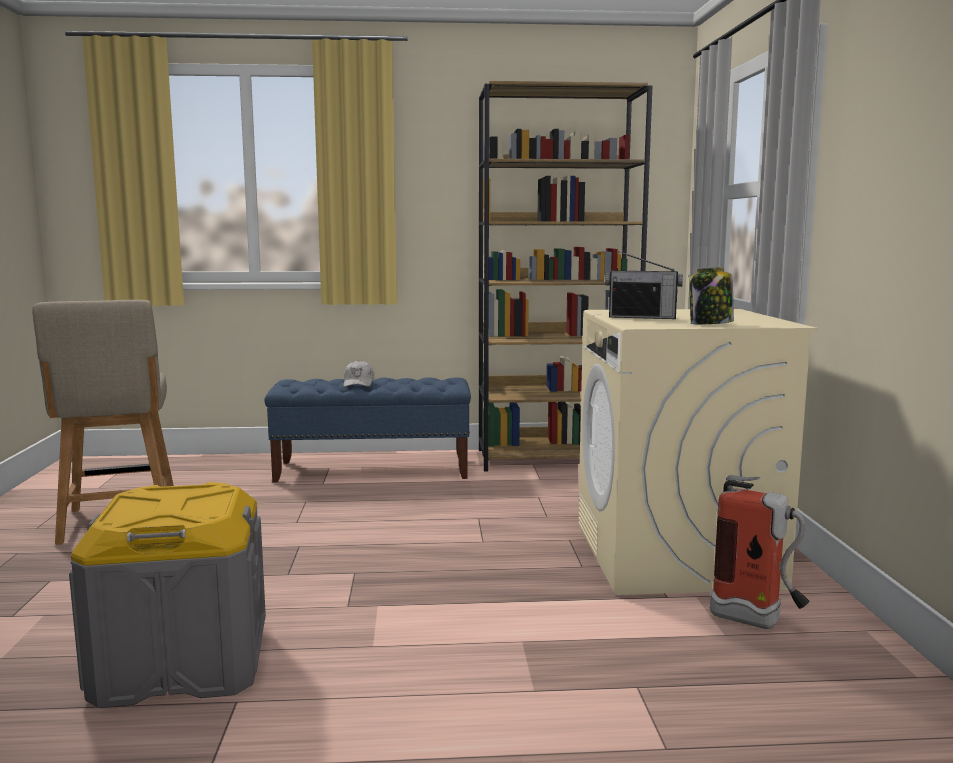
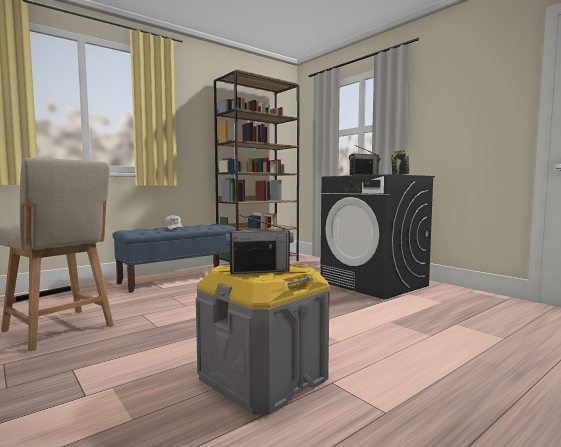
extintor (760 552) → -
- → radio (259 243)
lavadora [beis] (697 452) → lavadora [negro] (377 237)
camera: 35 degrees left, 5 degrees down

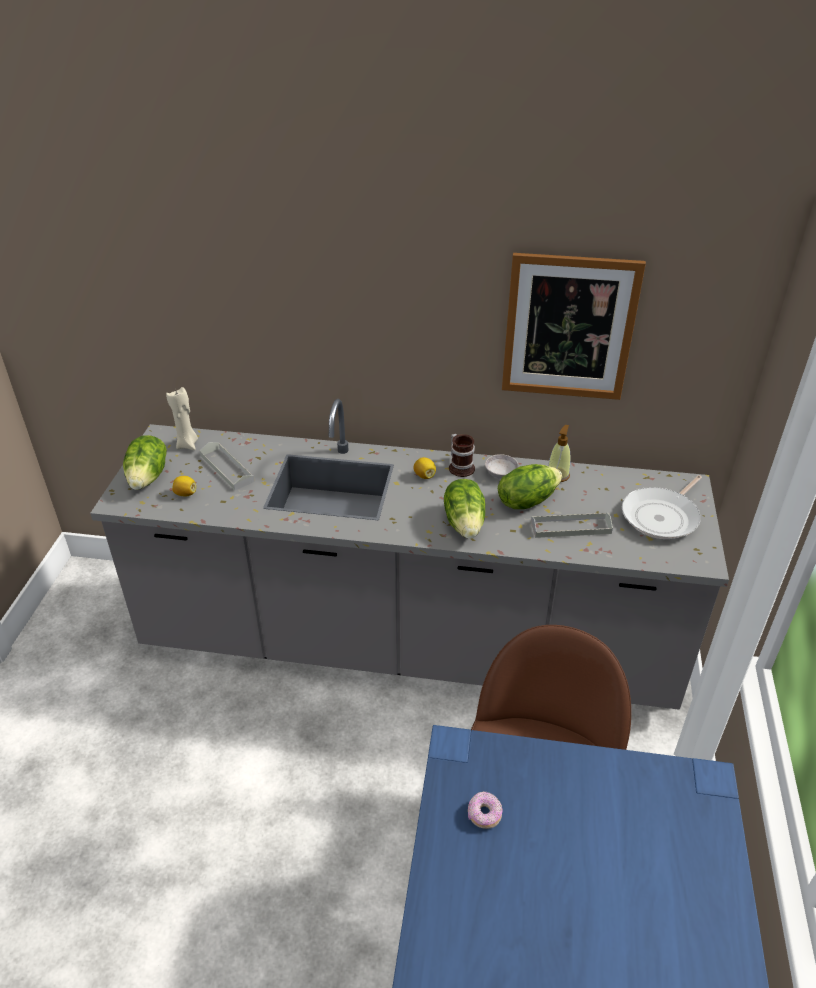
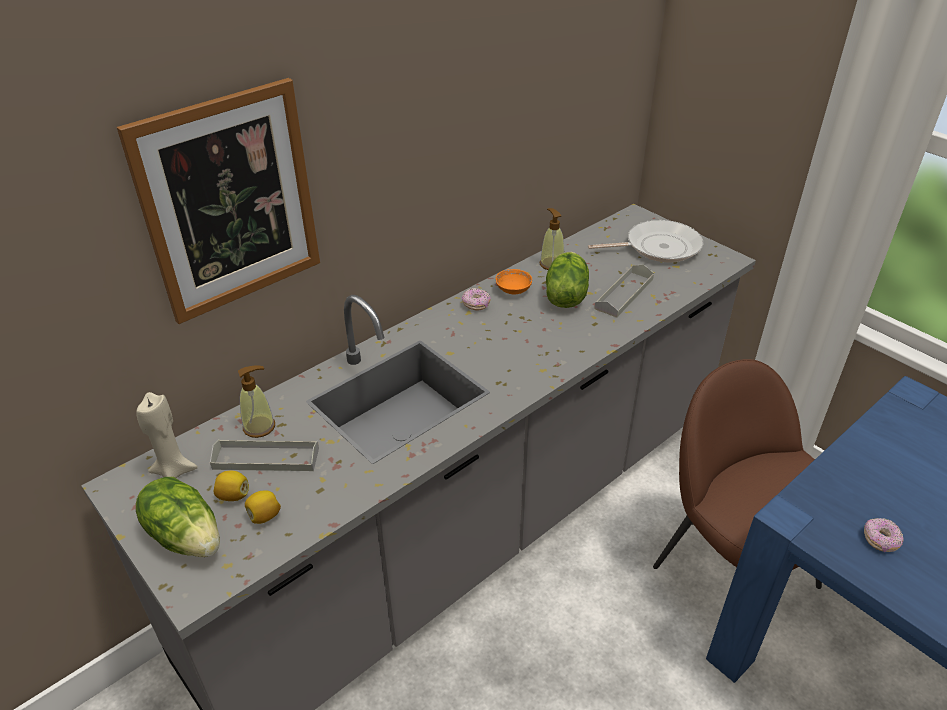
lechuga (464 509) → -
- → dispensador de jabón (256 401)
limón (425 468) → limón (231 486), moved
cuadro (574 326) → cuadro (218 201), moved
taza grande (462 455) → rosquilla (476 299)
cuenco [gris] (501 466) → cuenco [naranja] (513 281)
sartén (662 507) → sartén (646 241), 90 degrees counterclockwise
camera: 50 degrees left, 0 degrees up

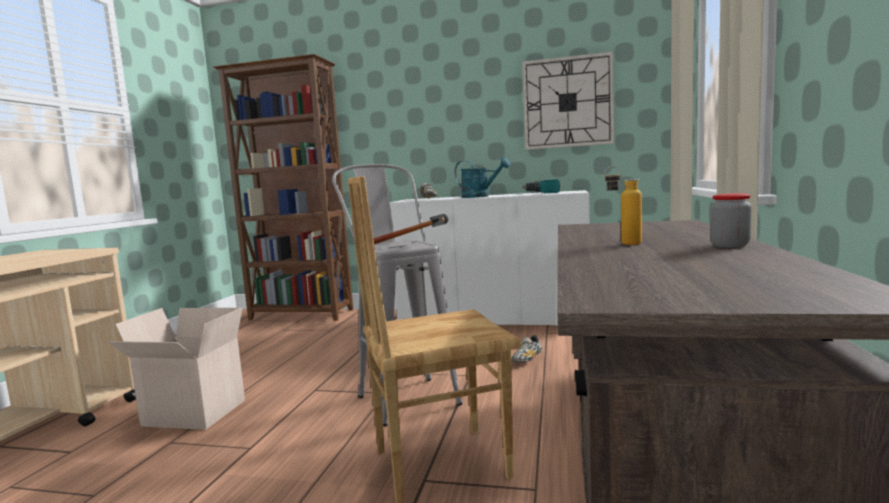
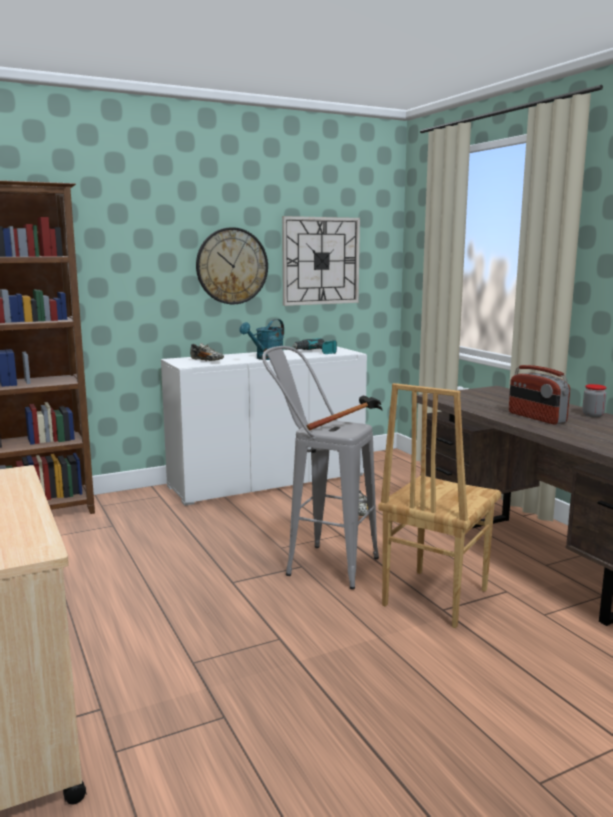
caja de cartón (176 368) → -
- → reloj de pared (232 265)
botella (623 205) → radio (539 395)
regadera [turquesa] (482 177) → regadera [turquesa] (262 339), 135 degrees clockwise
camera: 40 degrees left, 5 degrees up

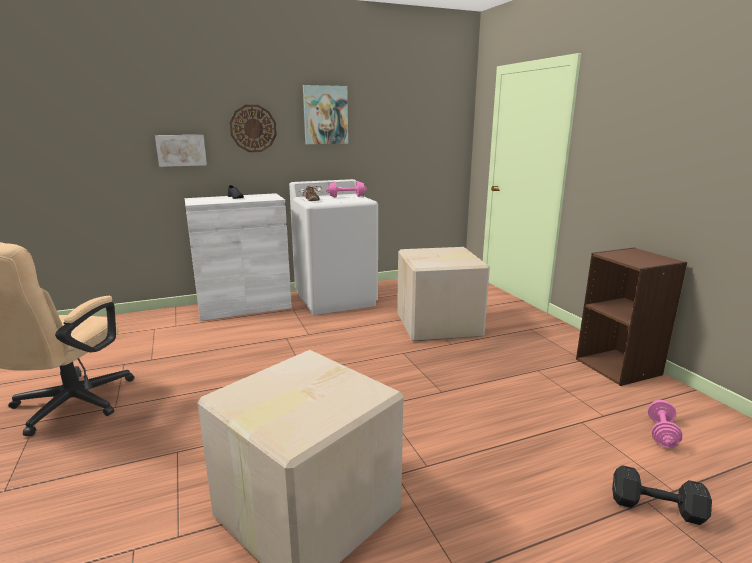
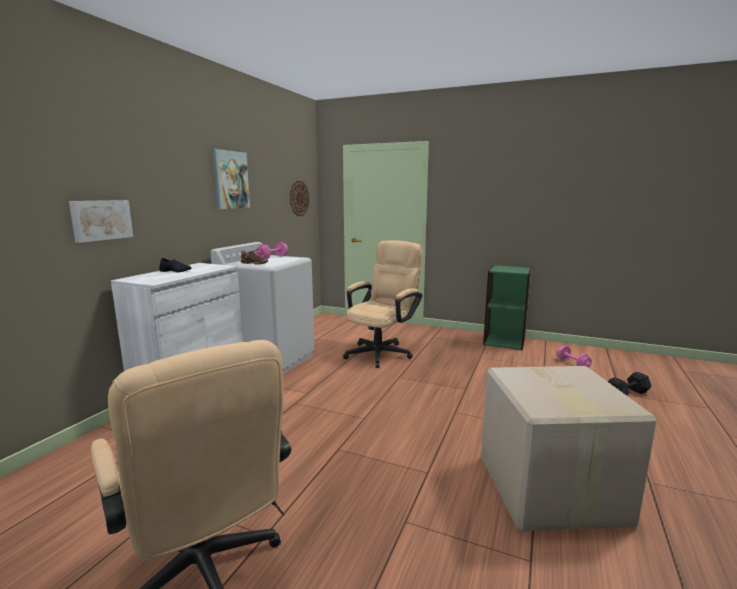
reloj de pared (253 128) → reloj de pared (299 198), moved
caja de cartón (443 294) → silla de oficina [beis] (383 304)
estantería [marrón] (631 317) → estantería [verde] (507 307)
camera: 45 degrees left, 5 degrees down

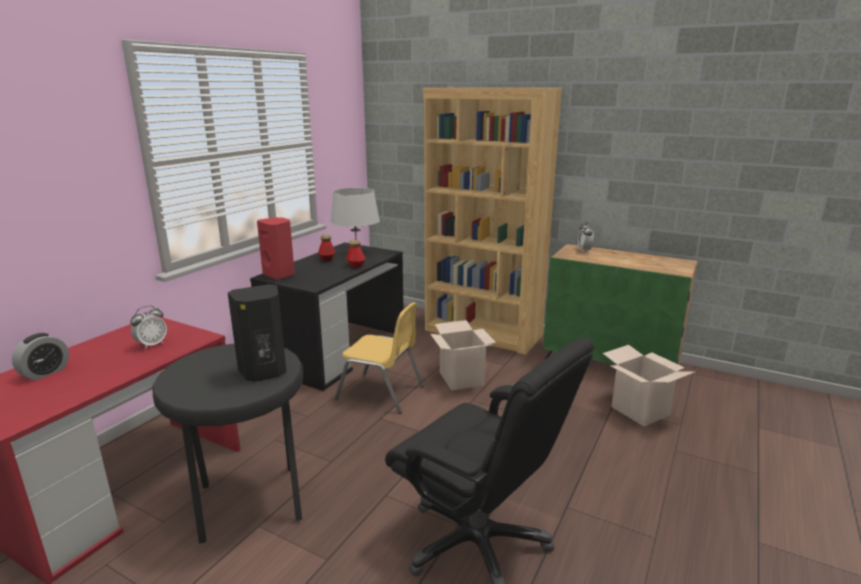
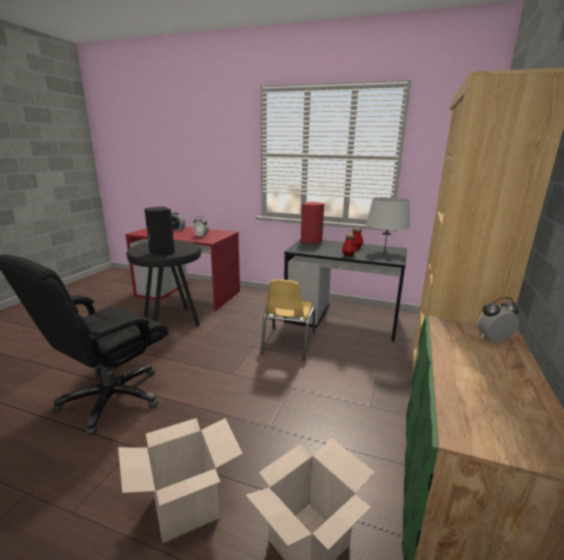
caja de cartón (463 355) → caja de cartón (180 480), moved
camera: 80 degrees right, 0 degrees up

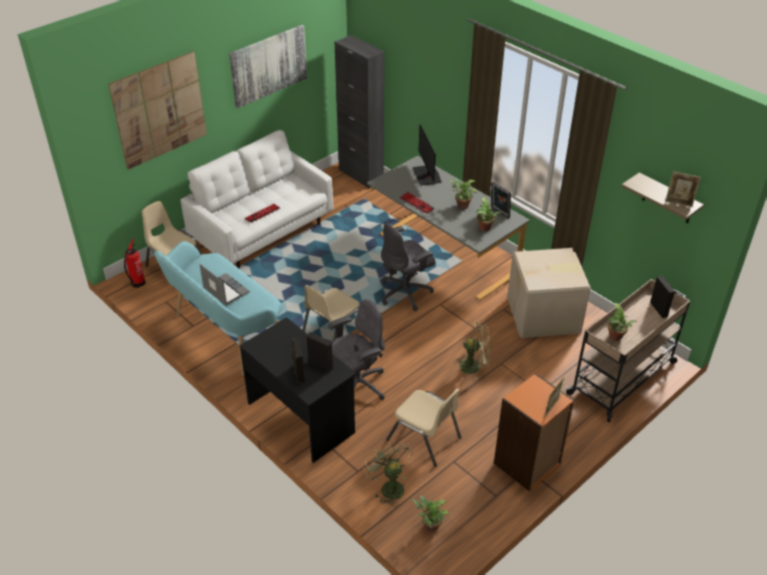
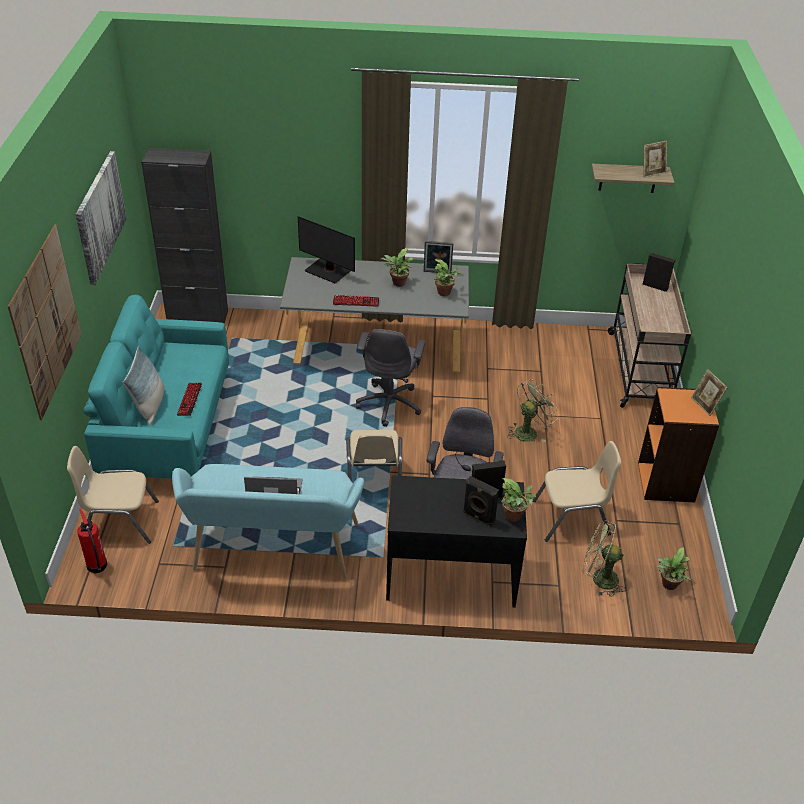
caja de cartón (549 293) → -
- → cojín (144 386)
planta en maceta (622 322) → planta en maceta (518 500), moved
sofá [blanco] (256 199) → sofá [turquesa] (156 386)
camera: 45 degrees left, 0 degrees up

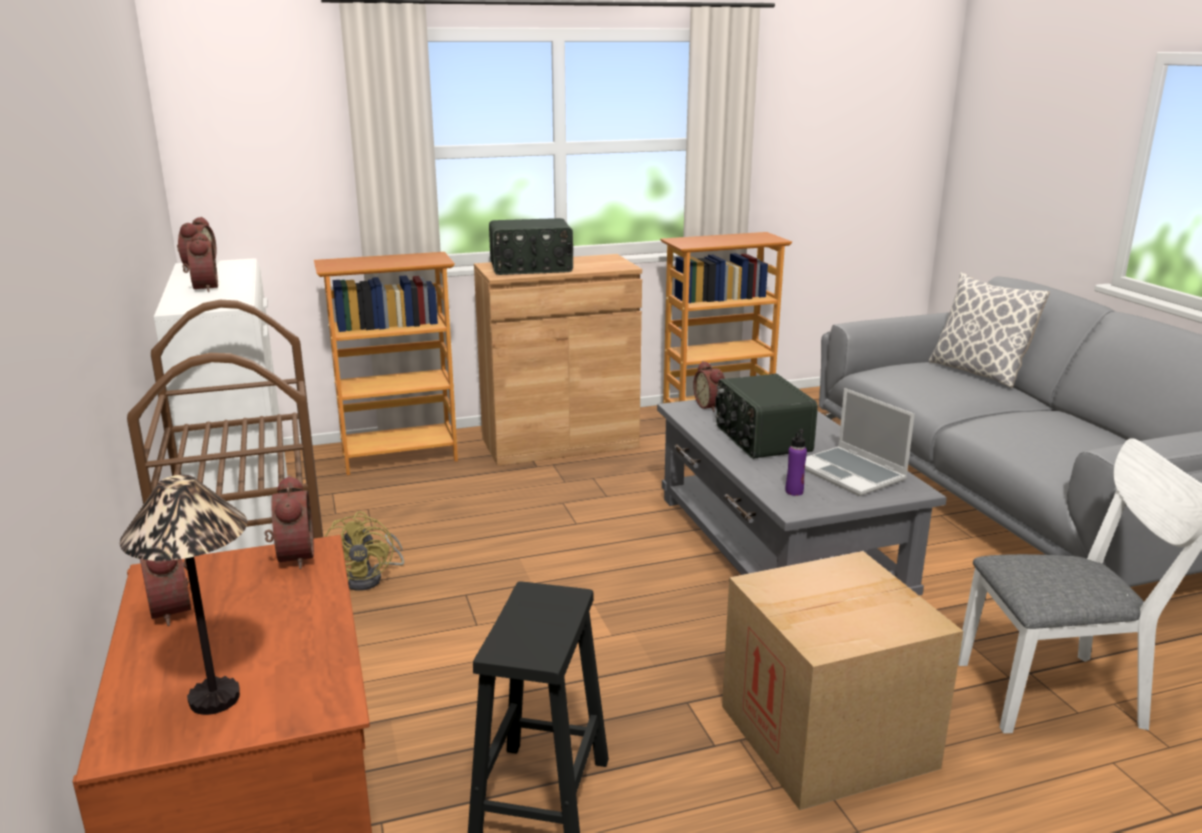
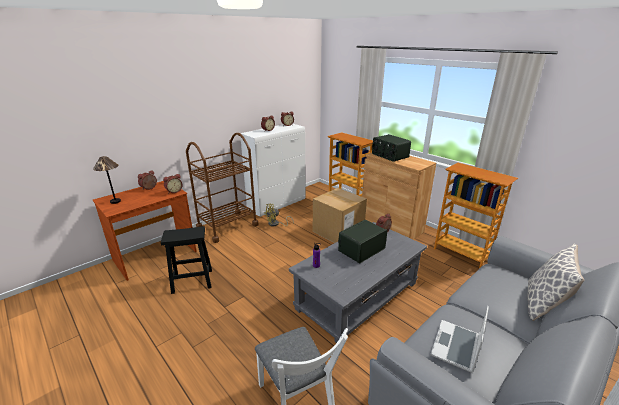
caja de cartón (842 680) → caja de cartón (340 215), moved
portátil (860 442) → portátil (459 339), moved
camera: 65 degrees right, 5 degrees up

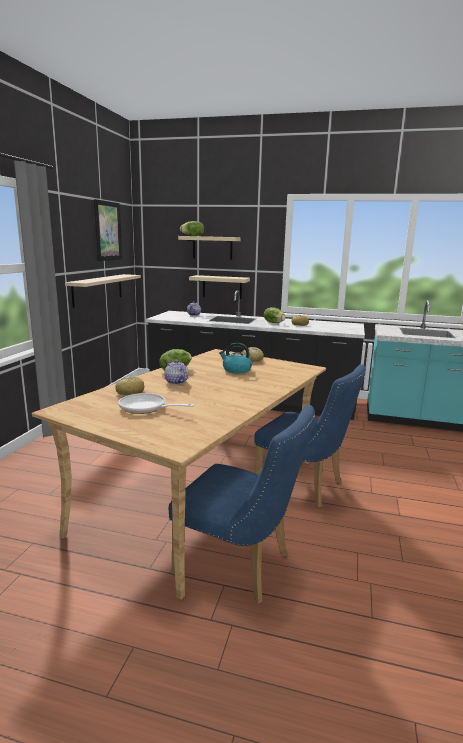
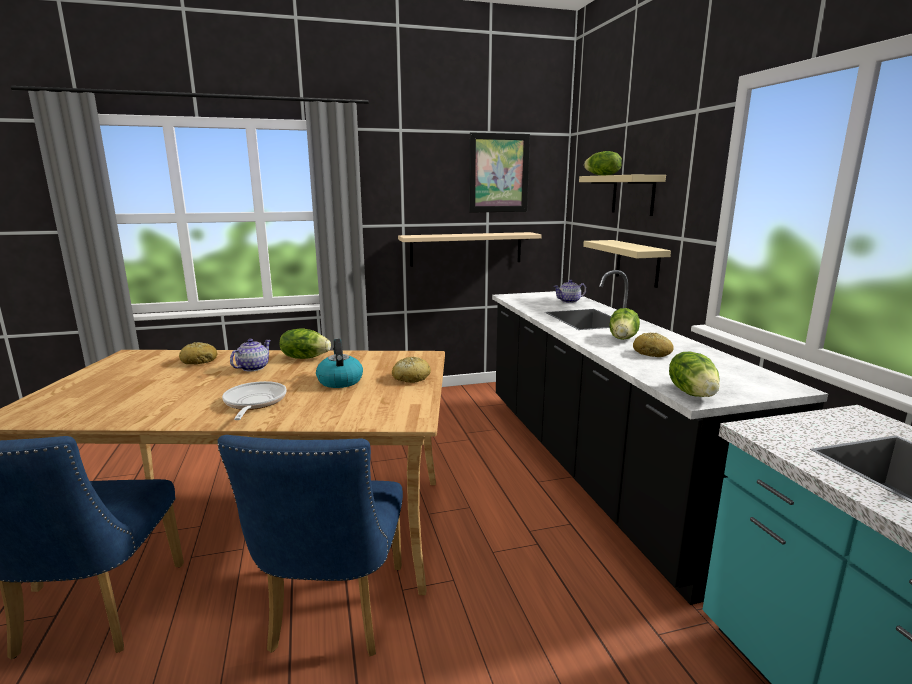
- → lechuga (694 374)
sartén (156 403) → sartén (254 400), moved
camera: 60 degrees right, 0 degrees up

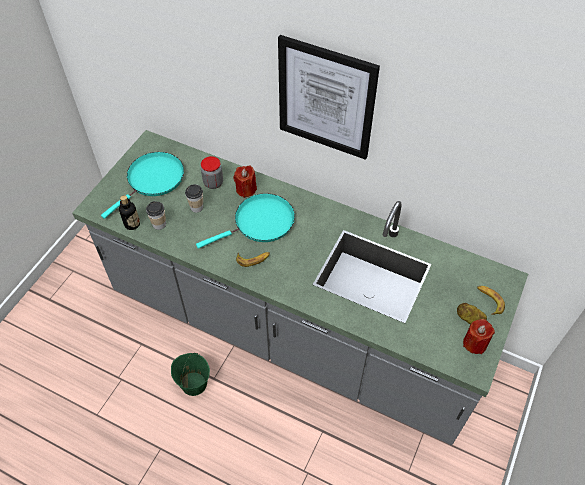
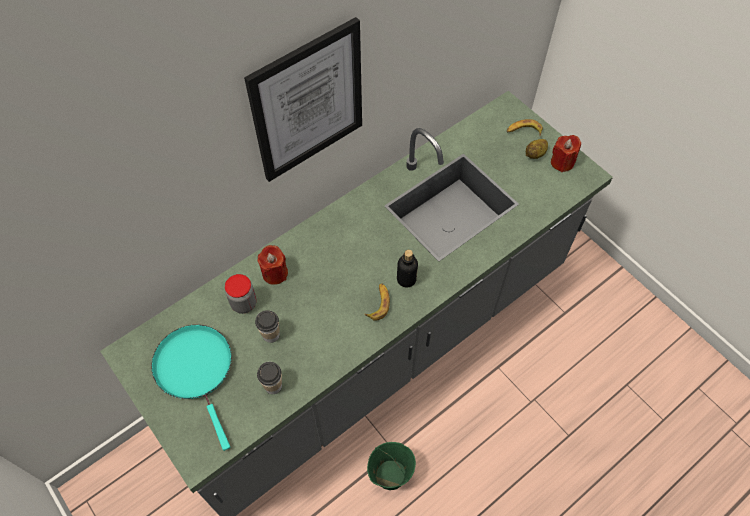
sartén [turquesa] (245 221) → -
botella (129 212) → botella (407 269), moved
camera: 65 degrees left, 5 degrees up

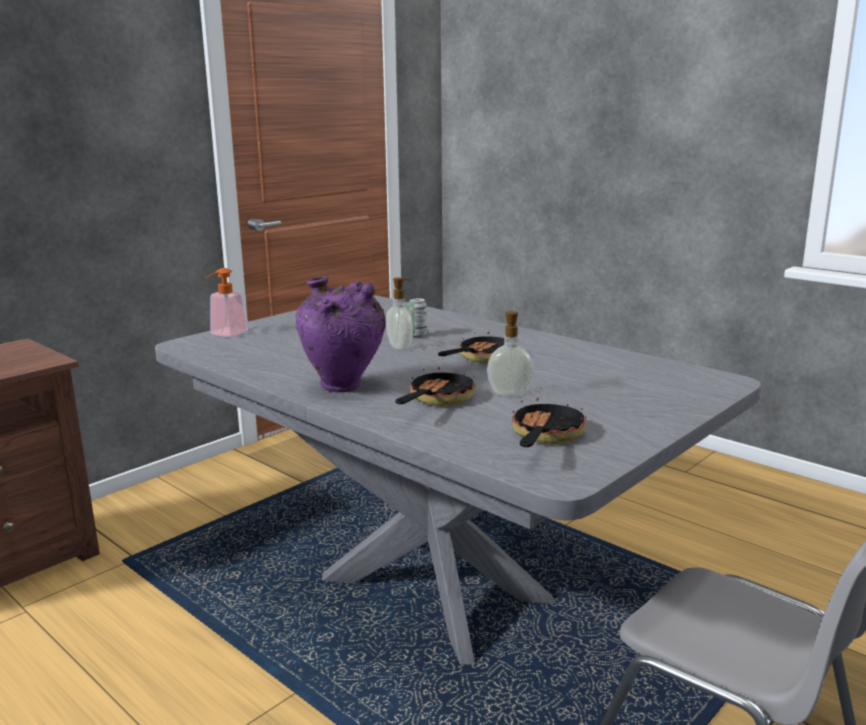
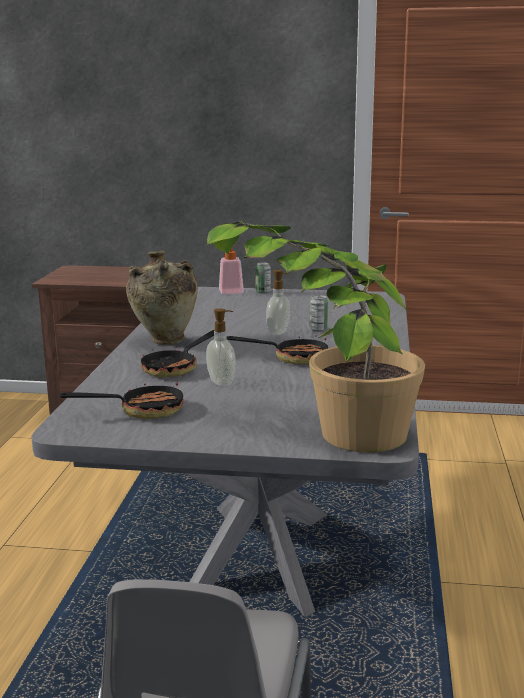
- → planta en maceta (315 337)
- → lata (263 278)
florero [morado] (341 334) → florero [beis] (162 297)
sartén (435 387) → sartén (177 353), 135 degrees clockwise
camera: 55 degrees right, 0 degrees up

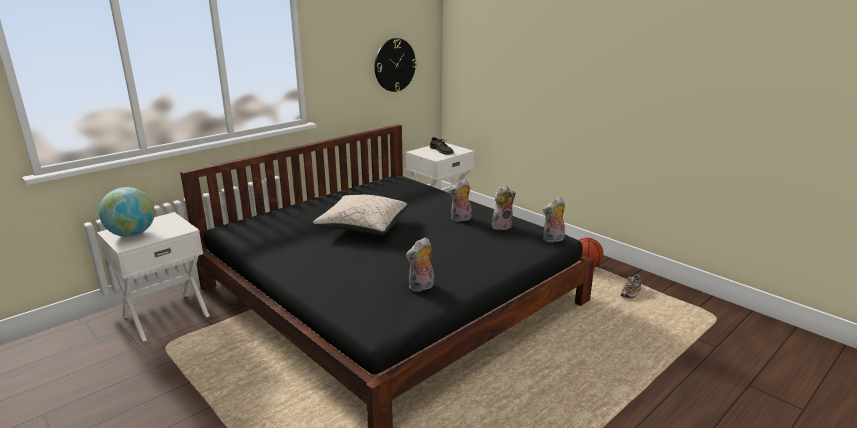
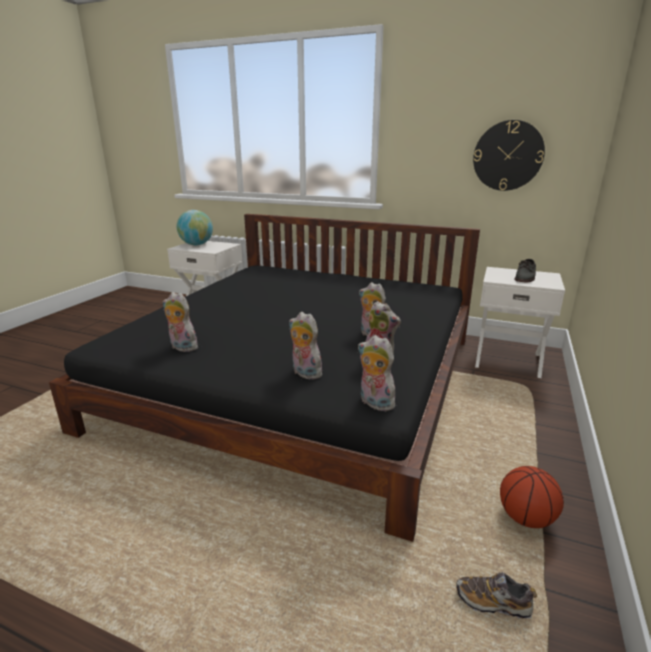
cojín [beis] (360 215) → -
- → peluche (305 346)
camera: 65 degrees right, 0 degrees up

